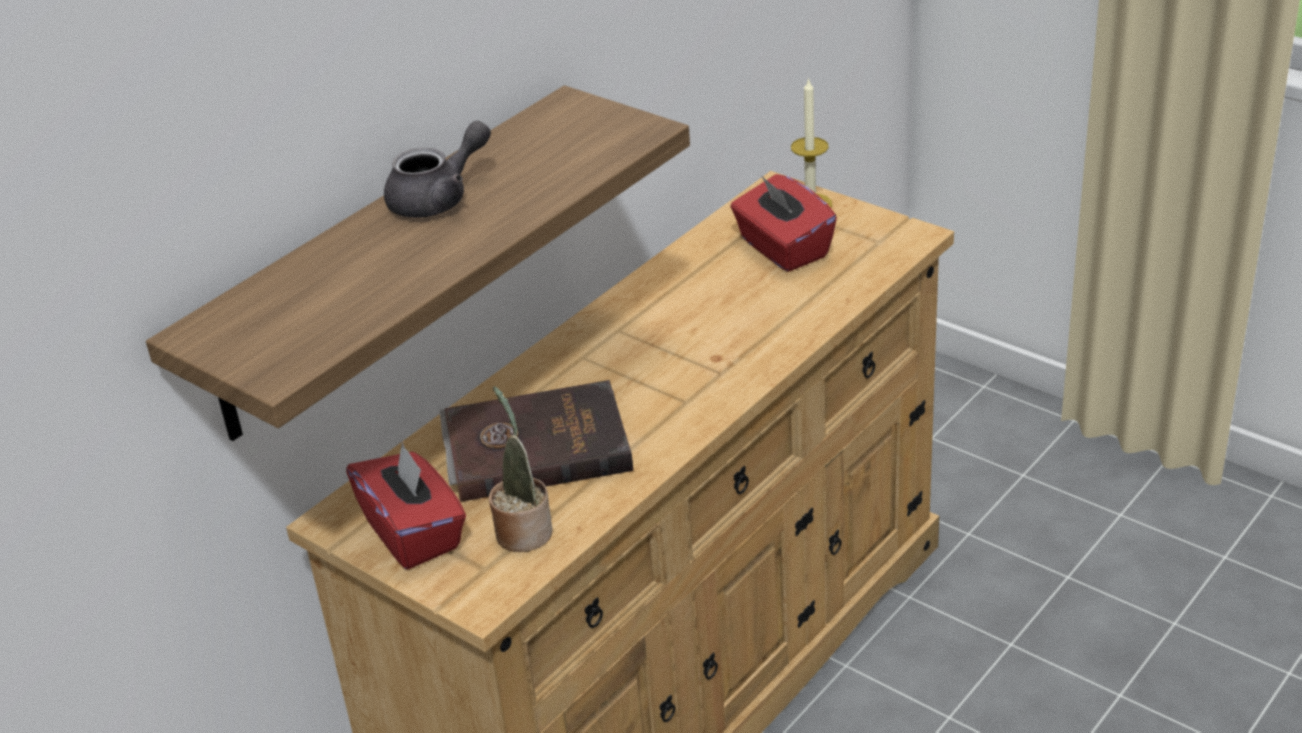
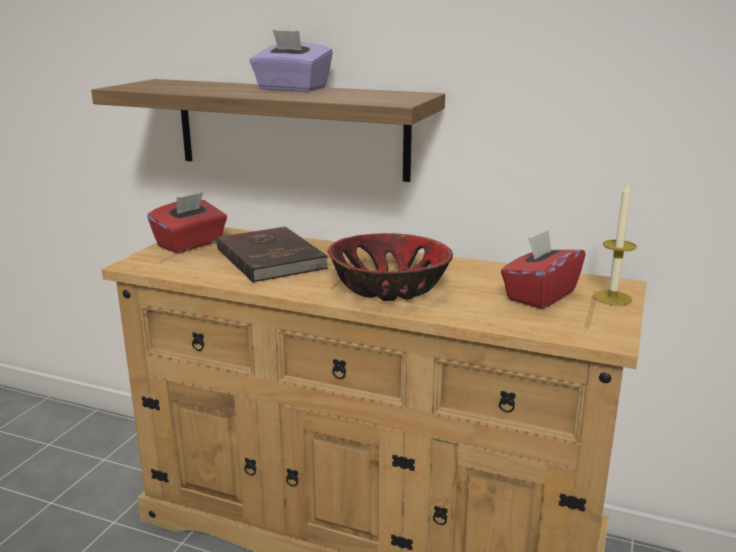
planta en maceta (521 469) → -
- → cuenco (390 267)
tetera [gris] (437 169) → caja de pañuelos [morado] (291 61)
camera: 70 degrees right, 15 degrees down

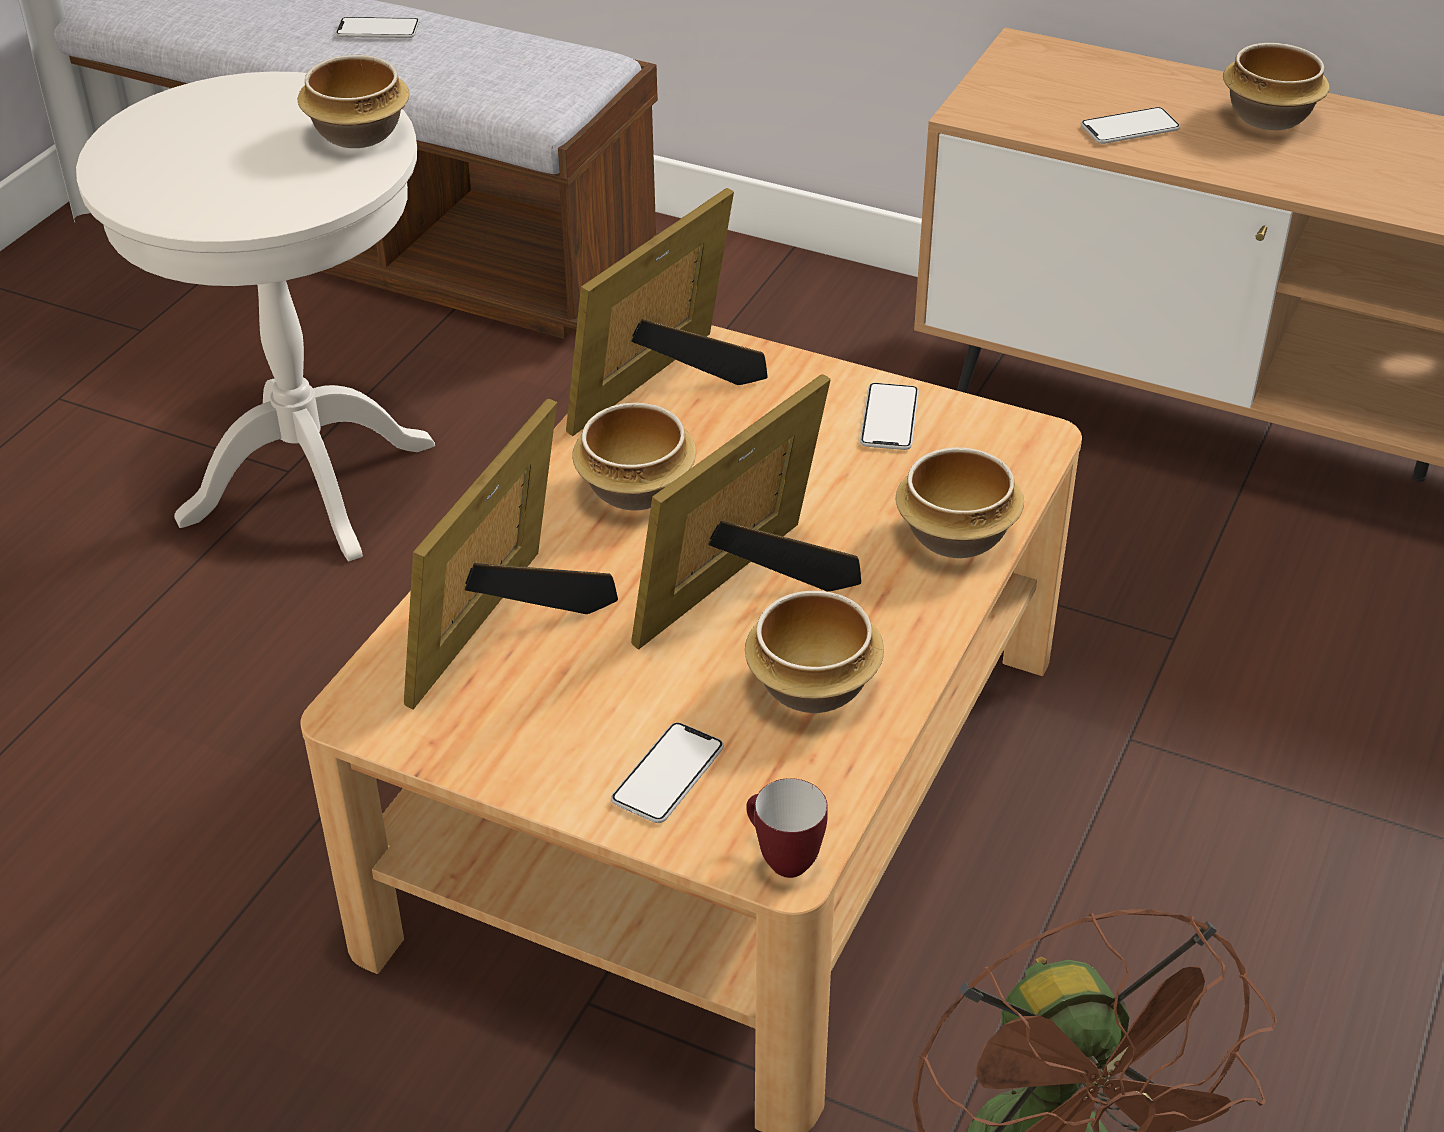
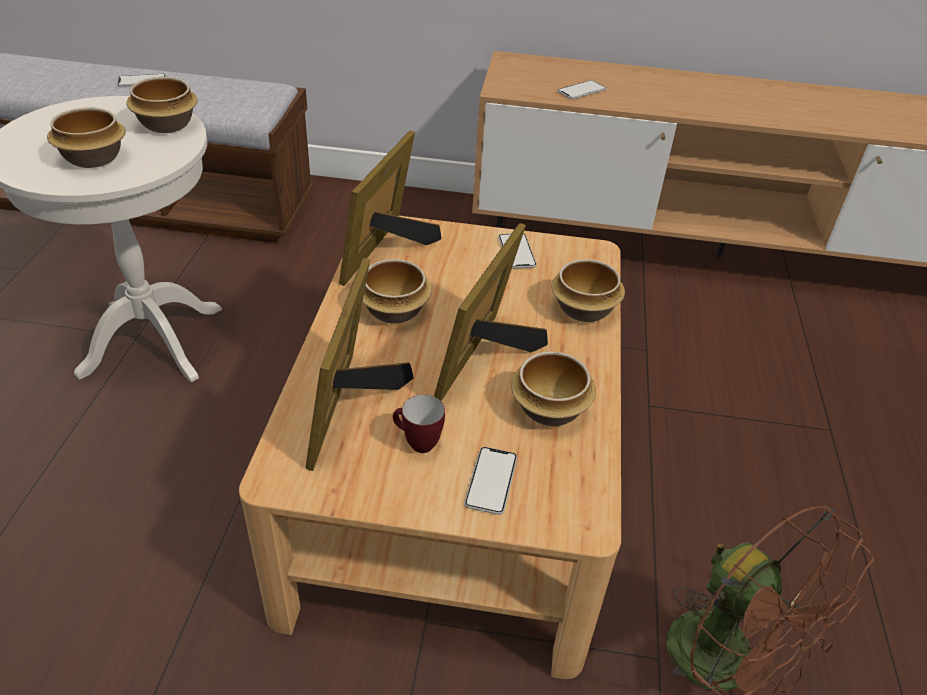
taza grande (787 828) → taza grande (419 424), moved
cuenco (1276 86) → cuenco (86 137), moved
camera: 20 degrees left, 0 degrees up

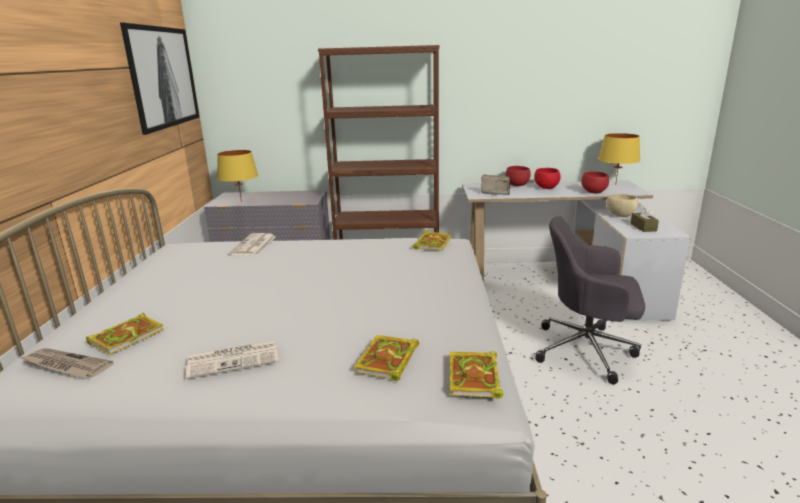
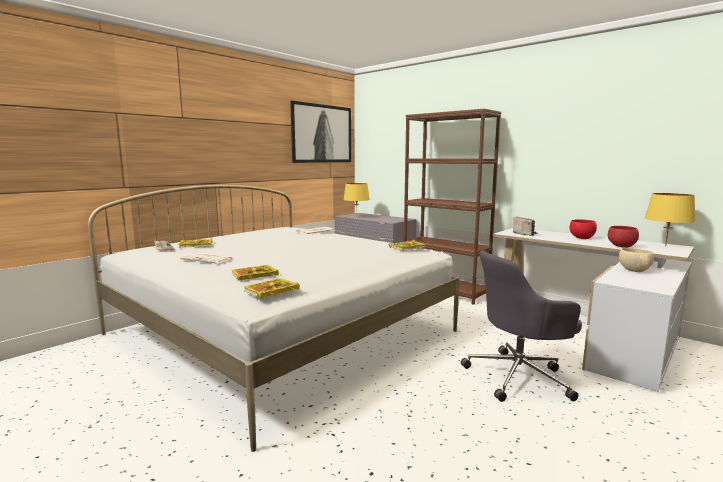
cuenco [rojo] (518 176) → -
caja de pañuelos [marrón] (644 219) → -
silla de oficina [gris] (590 300) → silla de oficina [gris] (521 326), 75 degrees counterclockwise
camera: 40 degrees right, 10 degrees down

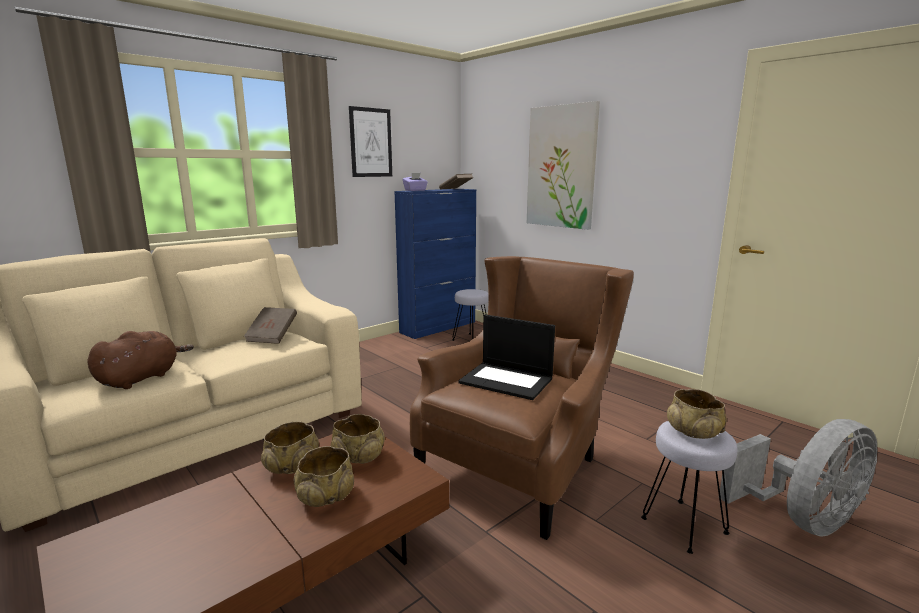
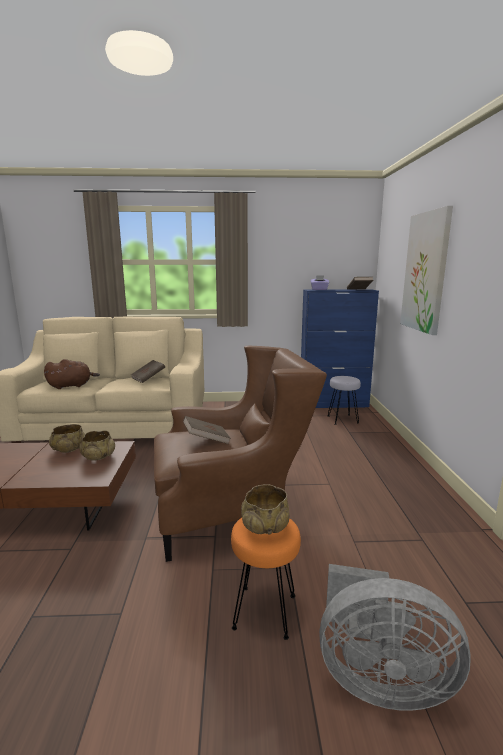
cuenco [beis] (324 476) → -
cuadro (370 141) → -
portátil (506 357) → libro [marrón] (207 430)
taburete [gris] (689 487) → taburete [naranja] (266 579)
camera: 40 degrees right, 0 degrees up

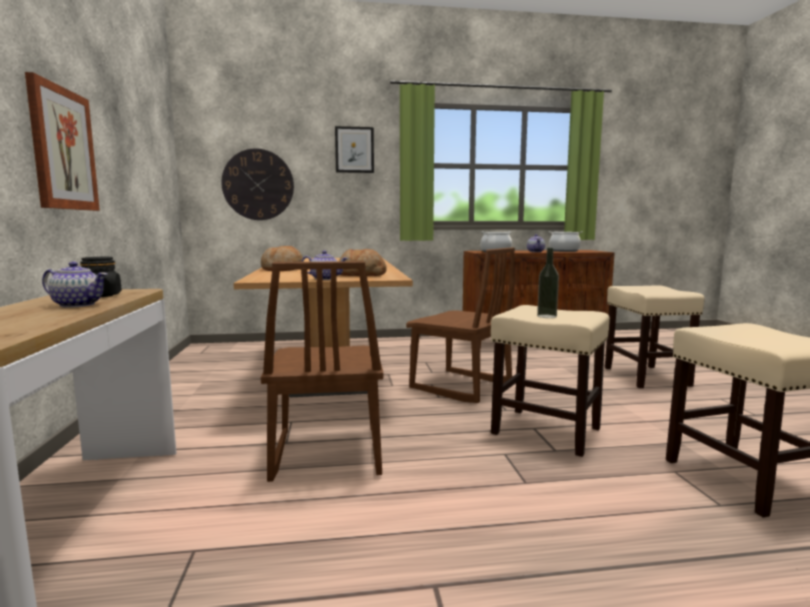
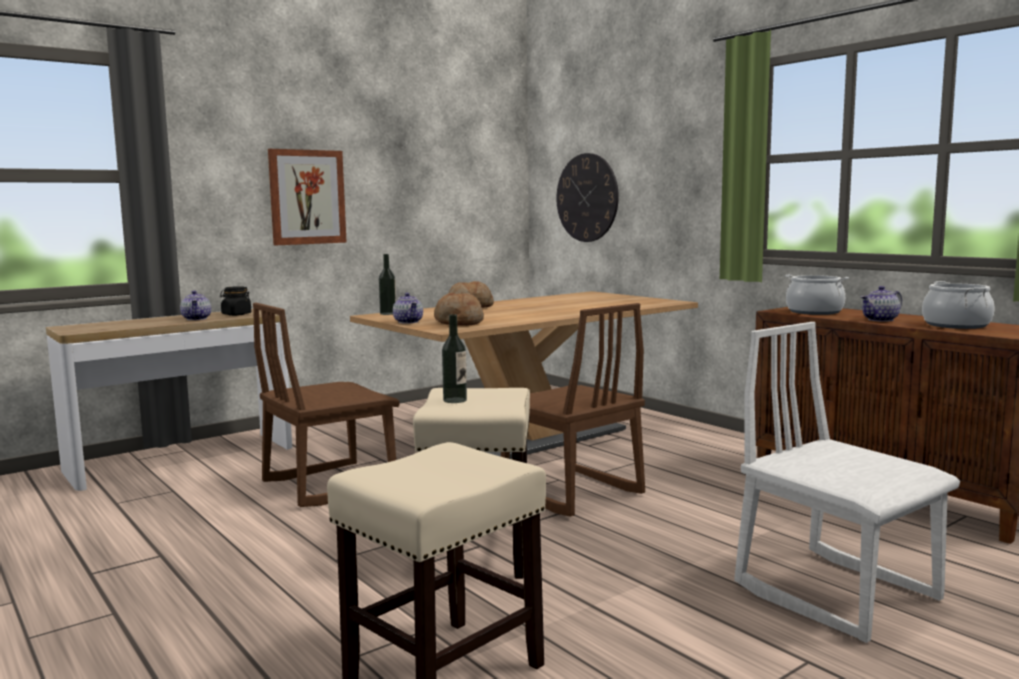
cuadro (354 149) → -
- → botella (387 284)
taburete [beis] (655 336) → silla [blanco] (847 482)
silla [marrón] (460 325) → silla [marrón] (573 409), 45 degrees counterclockwise
camera: 60 degrees right, 0 degrees up

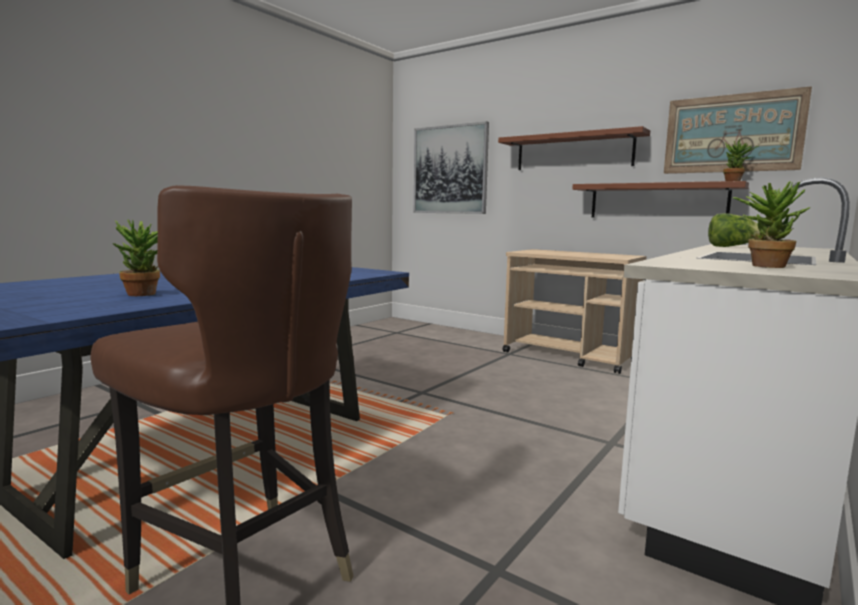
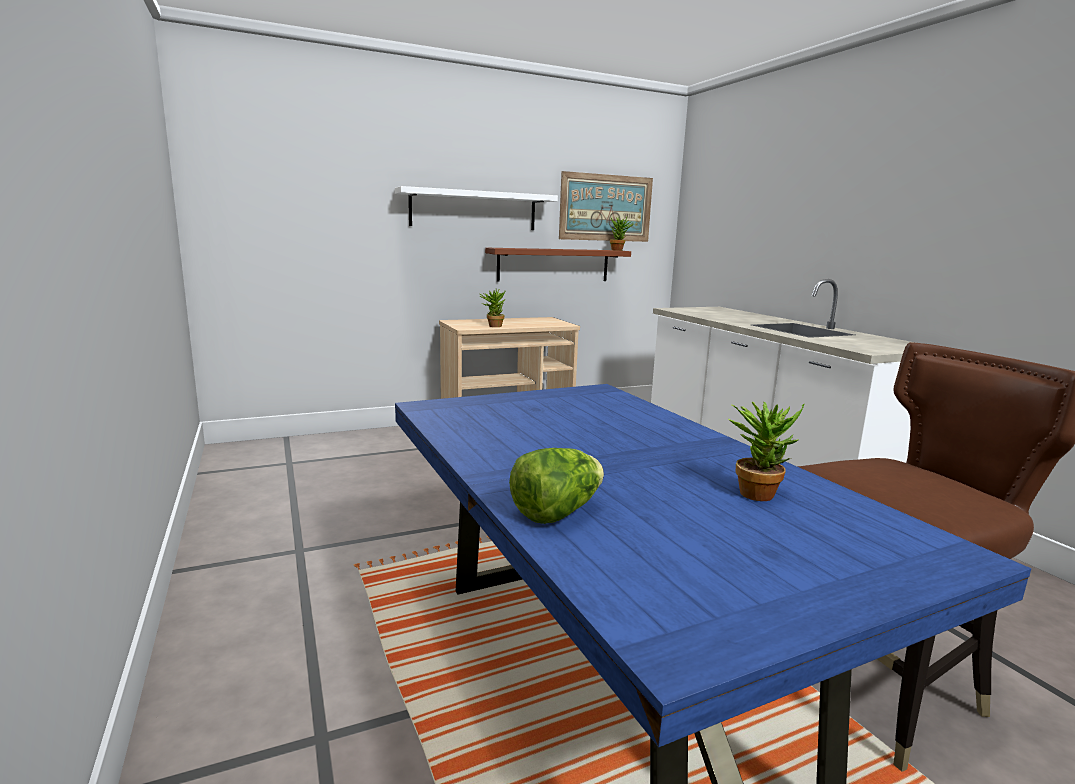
cuadro (451 167) → -
lechuga (734 230) → lechuga (556 486), moved
planta en maceta (771 224) → planta en maceta (493 308), moved
estante [marrón] (574 148) → estante [blanco] (476 208)
camera: 60 degrees left, 5 degrees up

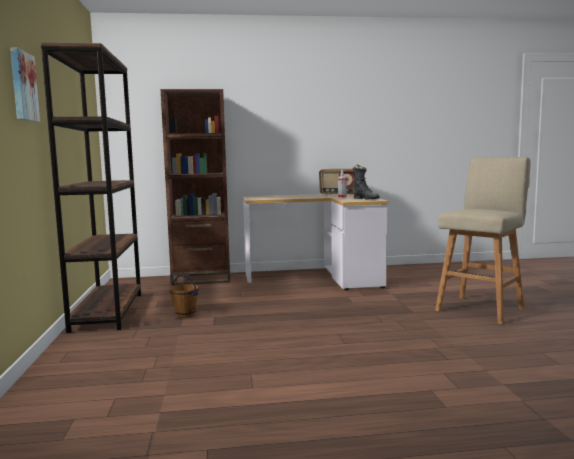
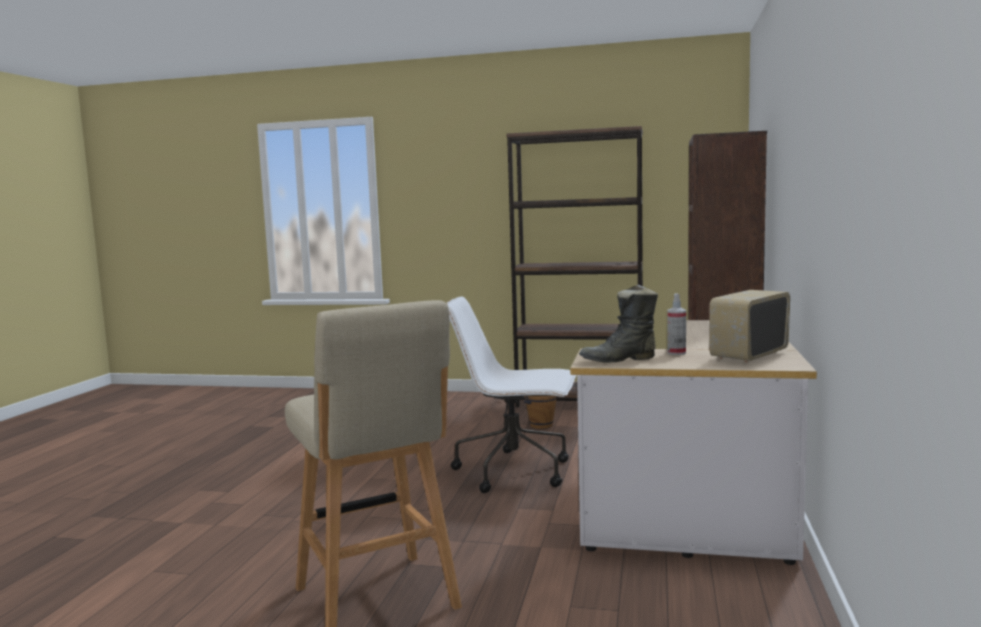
cuadro (25 84) → -
- → silla de oficina [blanco] (511 395)
camera: 110 degrees right, 0 degrees up

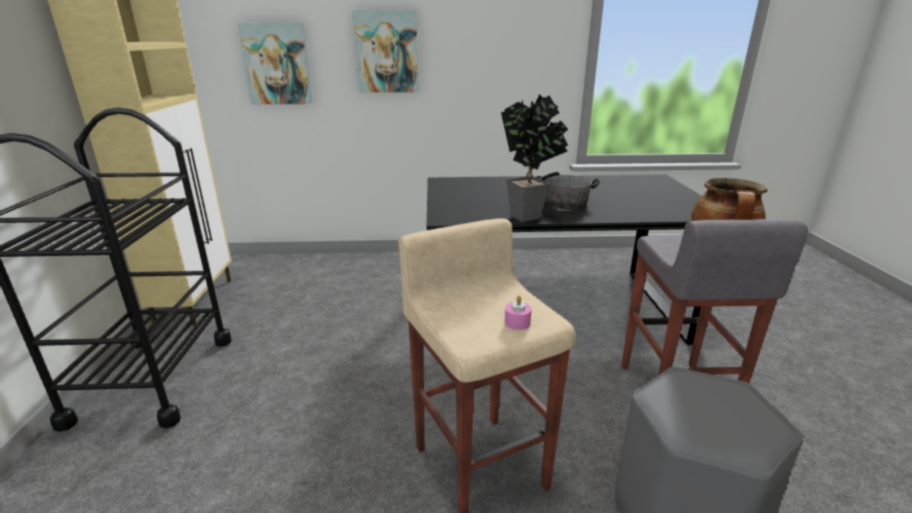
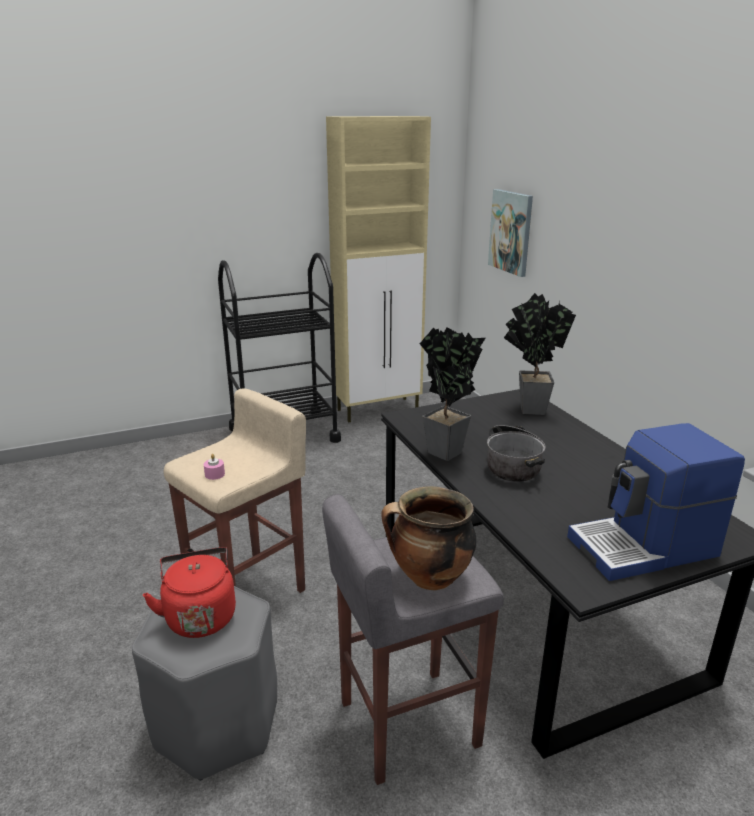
cuadro (386 51) → -
- → hervidor [rojo] (189 592)
- → planta en maceta (540 354)
- → cafetera (656 502)
camera: 70 degrees right, 0 degrees up

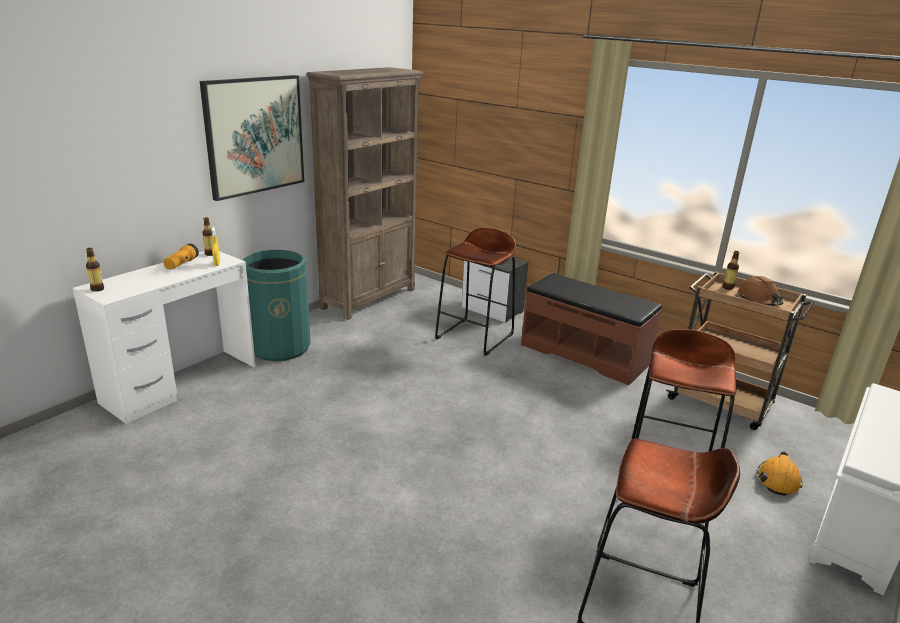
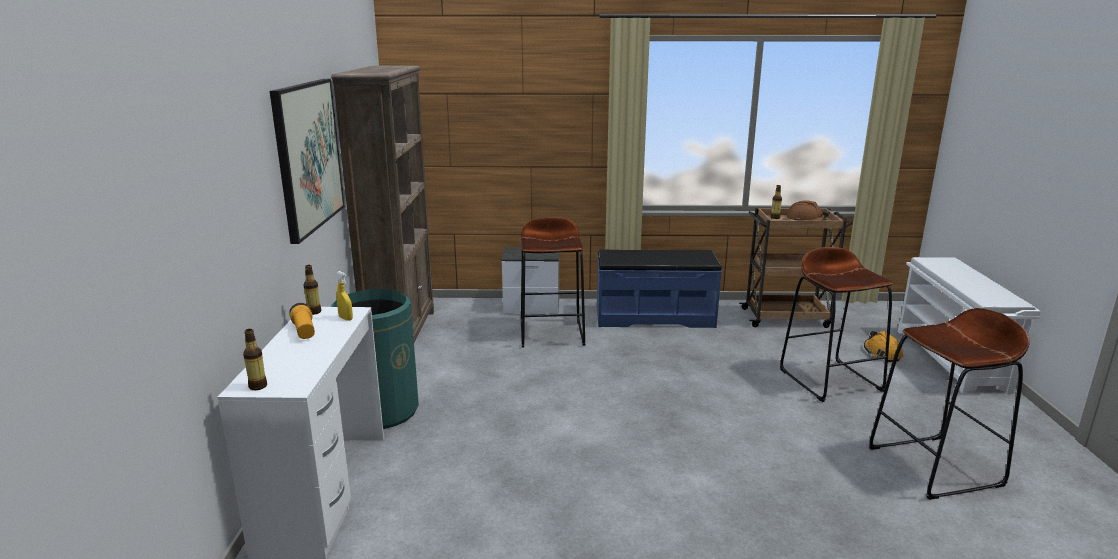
banco [marrón] (591 329) → banco [azul] (659 288)
camera: 35 degrees left, 5 degrees down

